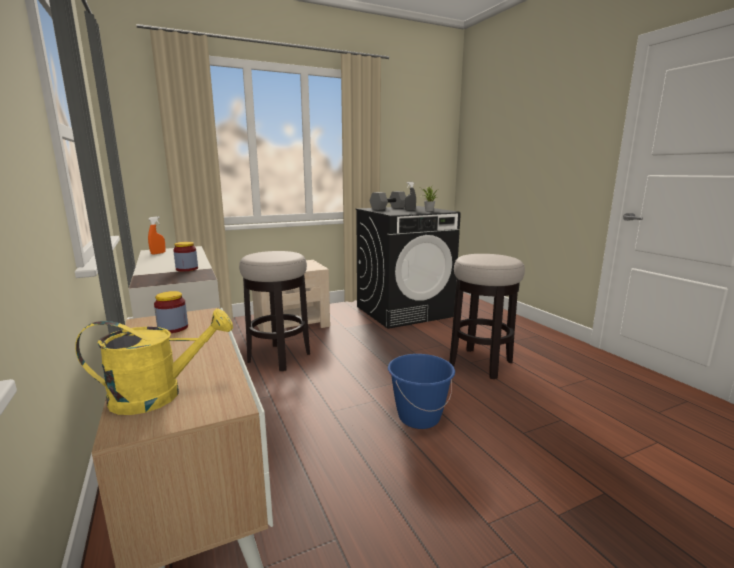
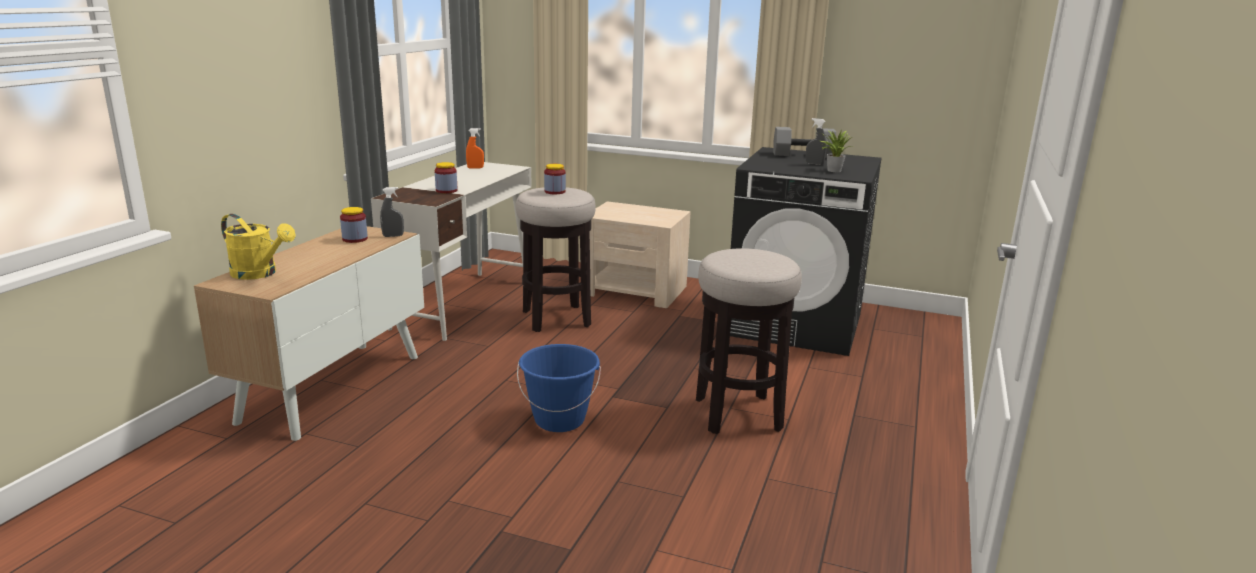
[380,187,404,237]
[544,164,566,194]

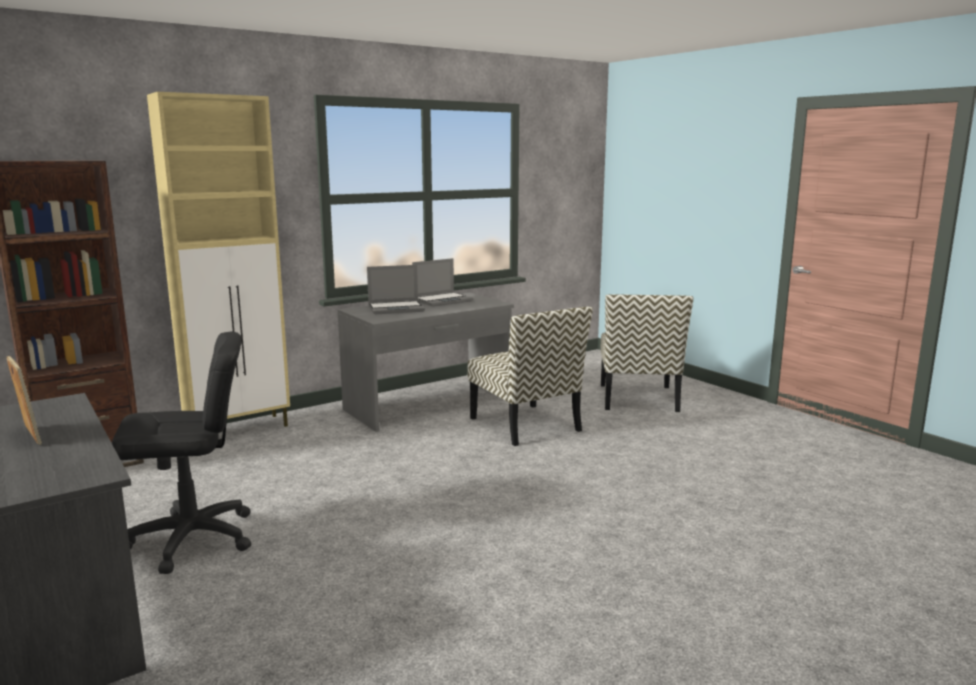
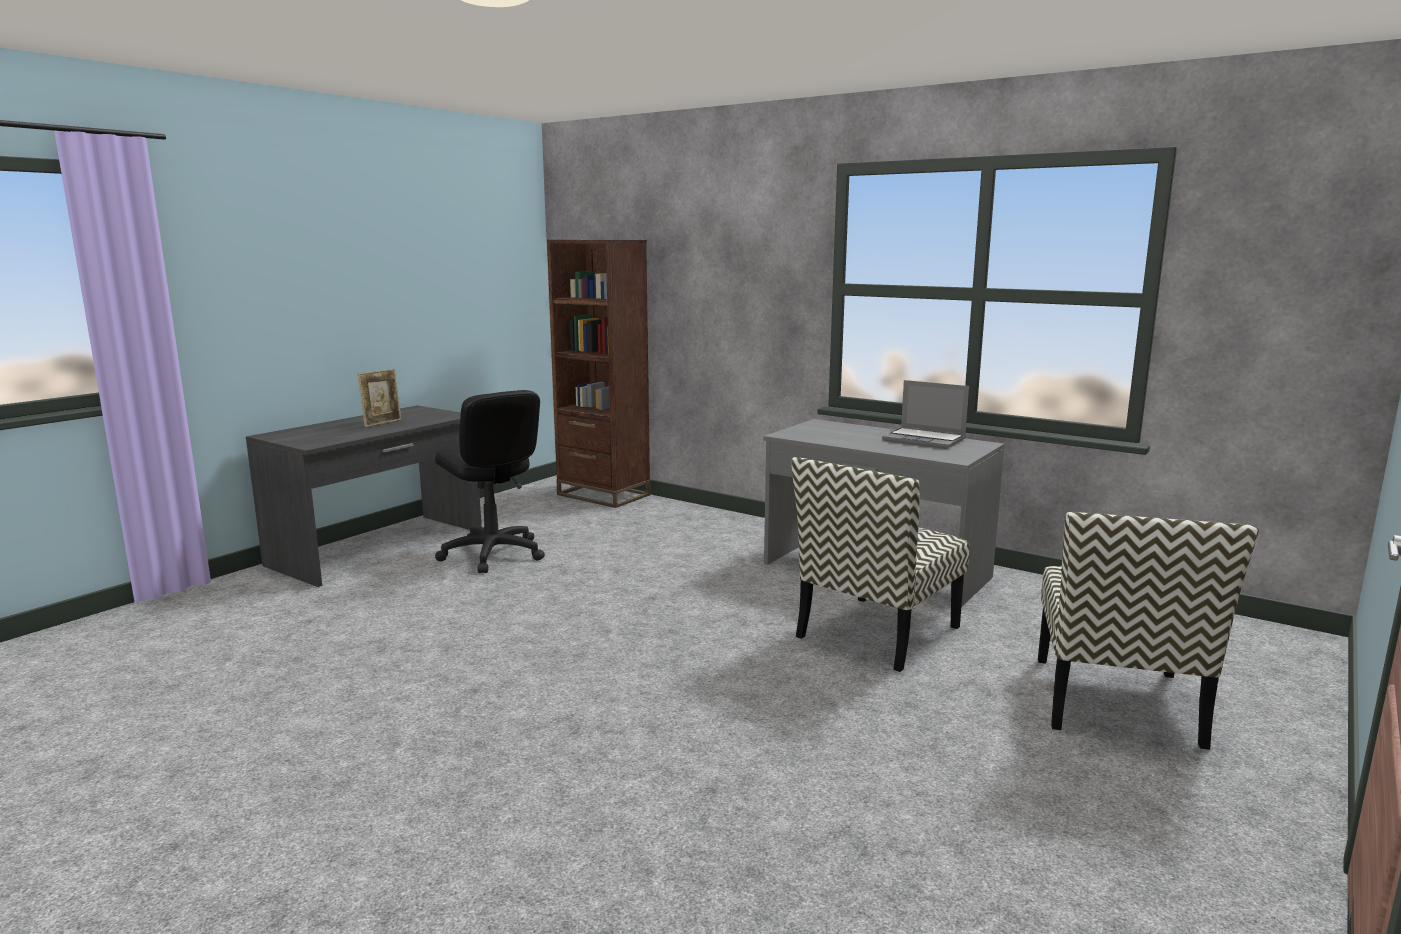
[1038,512,1259,750]
[147,92,290,427] (first image)
[367,265,425,314] (first image)

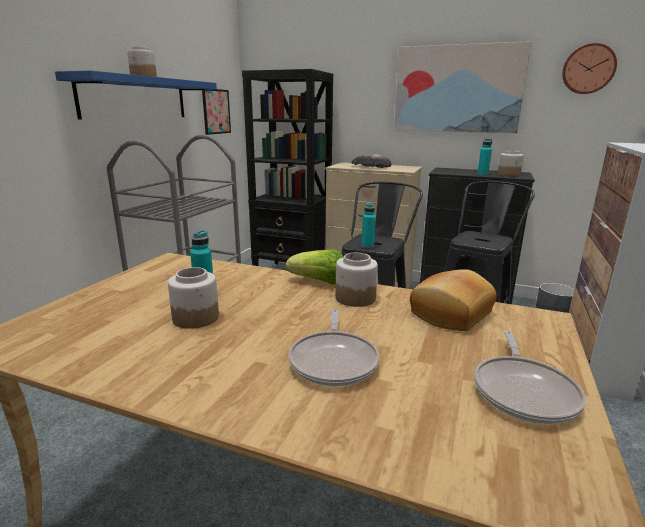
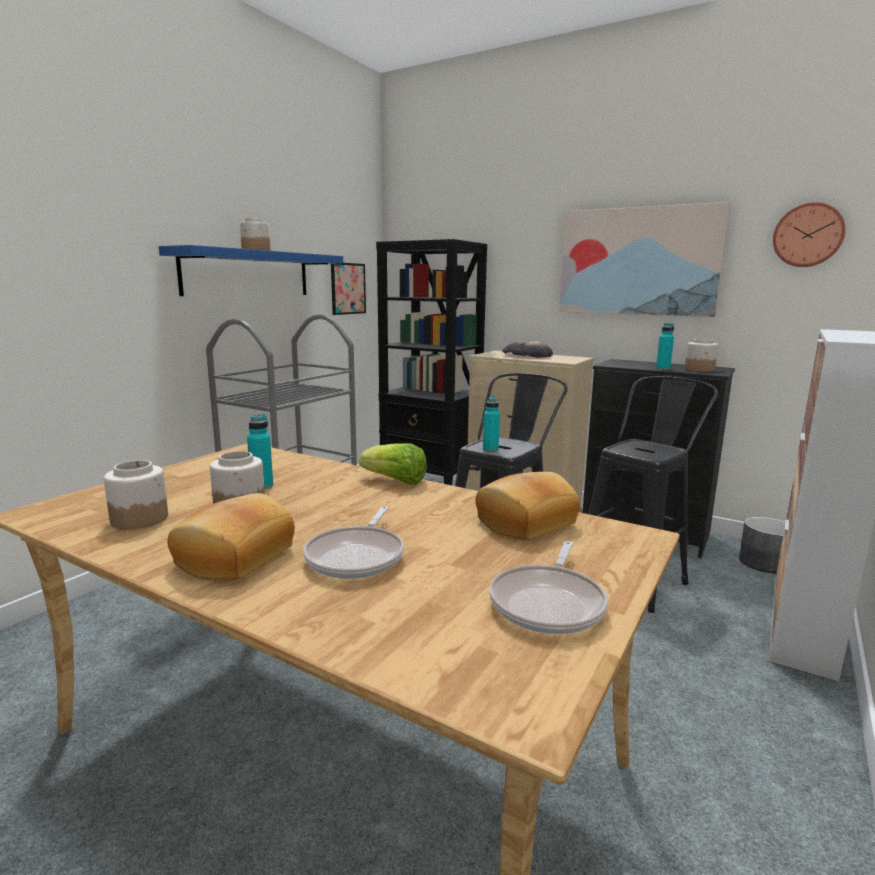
[104,460,168,530]
[167,493,295,581]

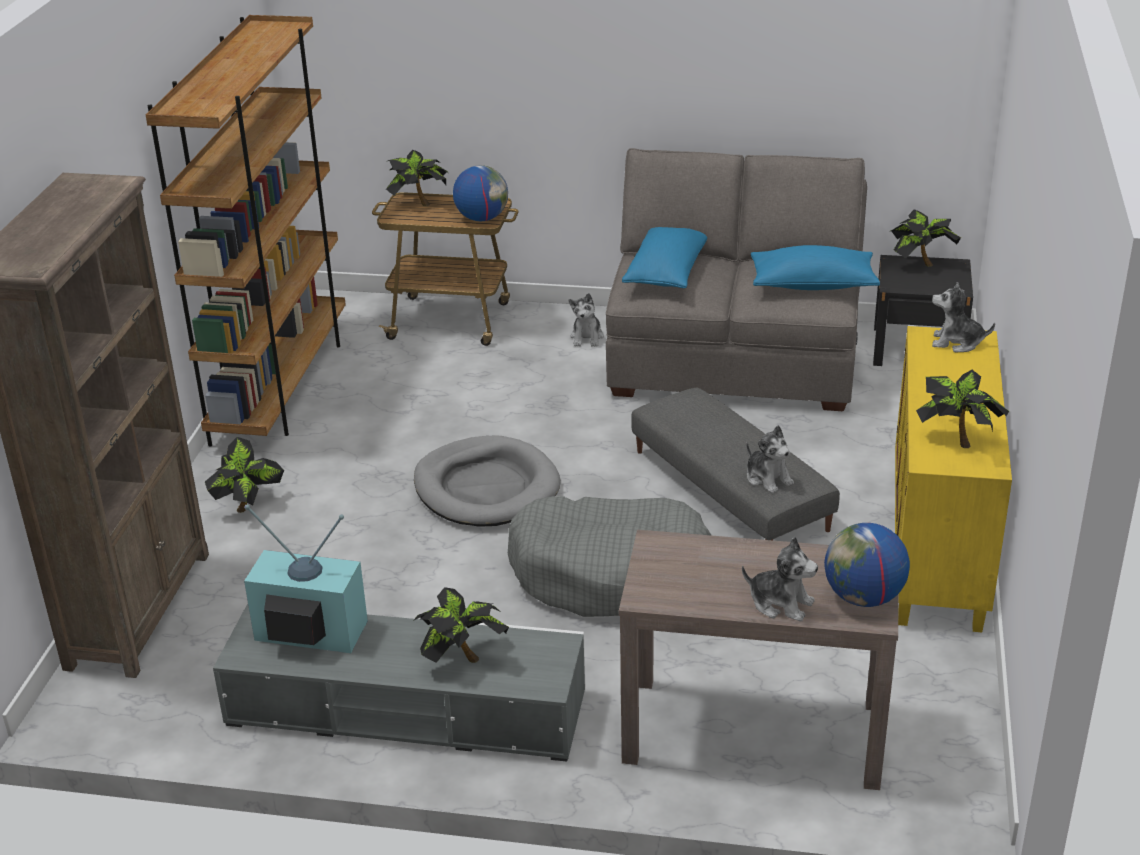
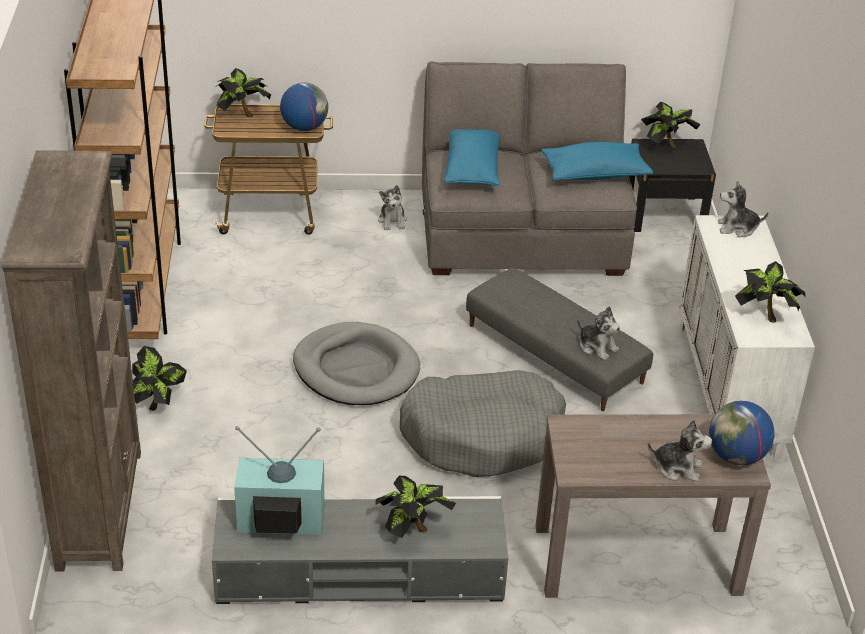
[679,215,815,459]

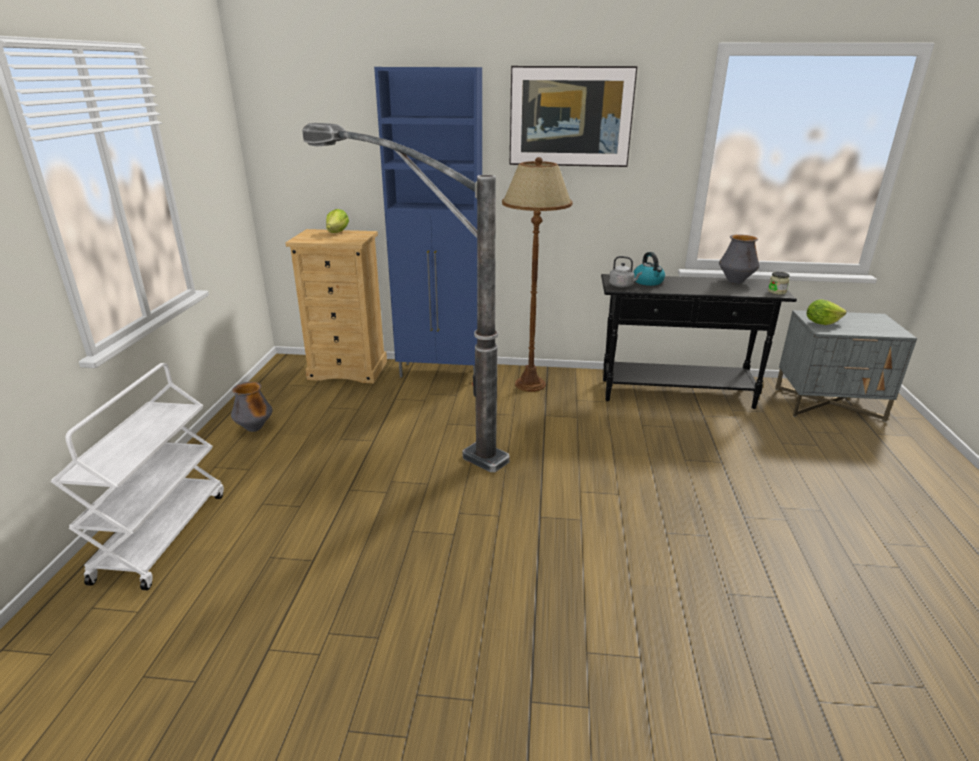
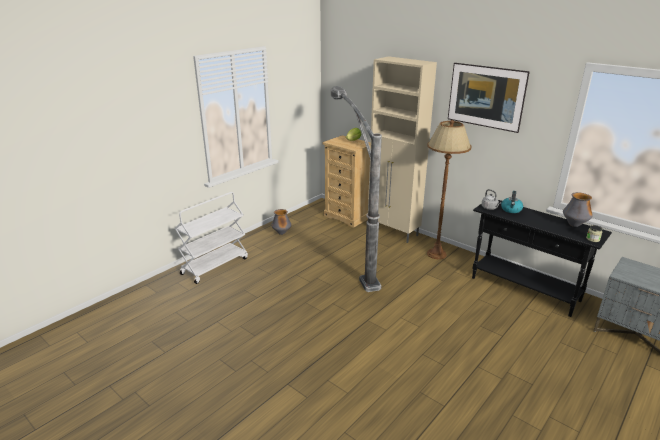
[368,56,437,243]
[807,299,846,325] (first image)

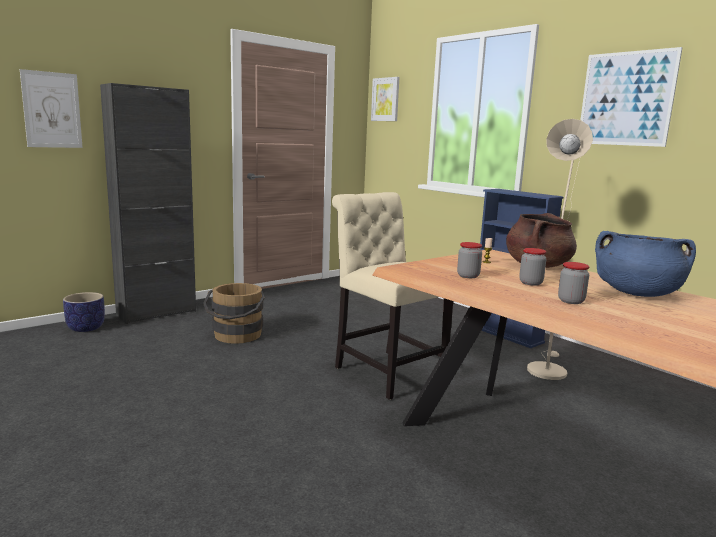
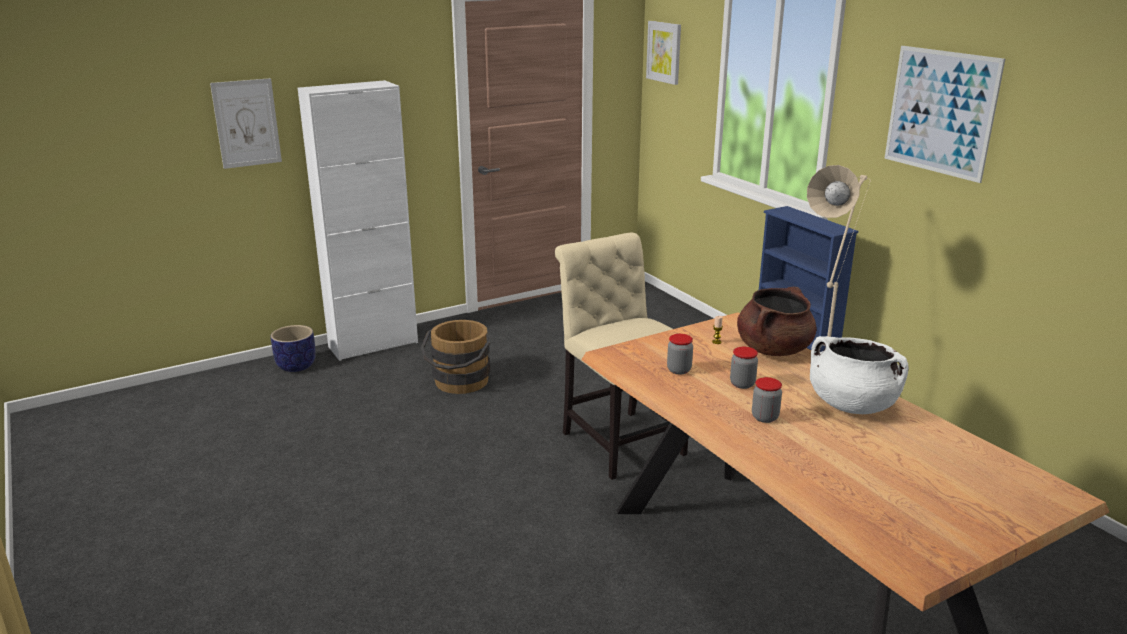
[298,80,418,361]
[810,336,909,414]

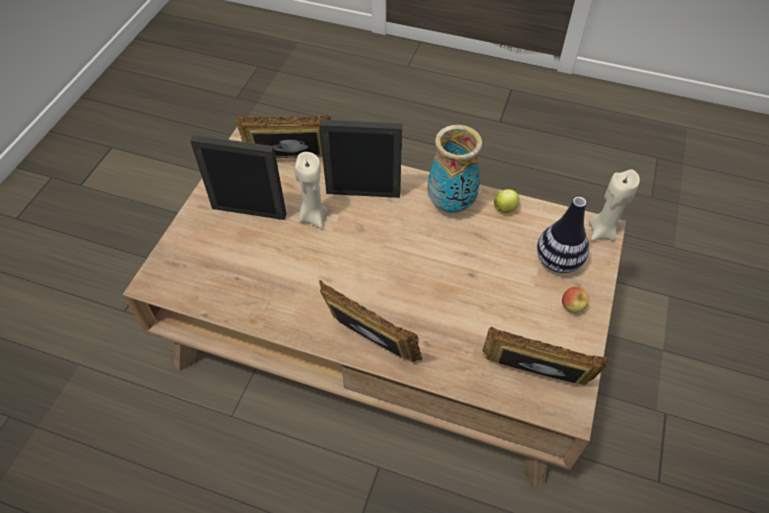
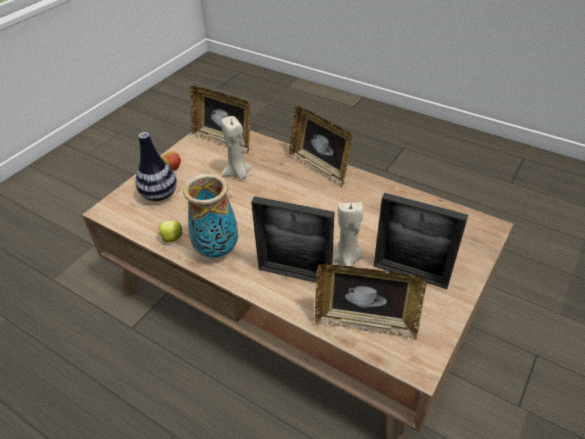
[221,116,252,179]

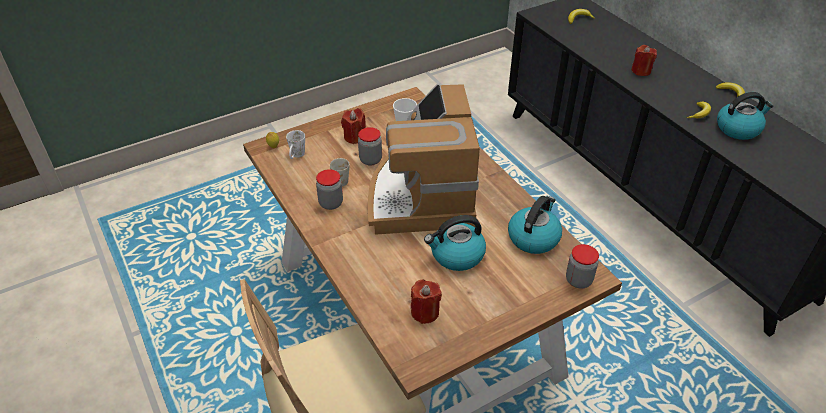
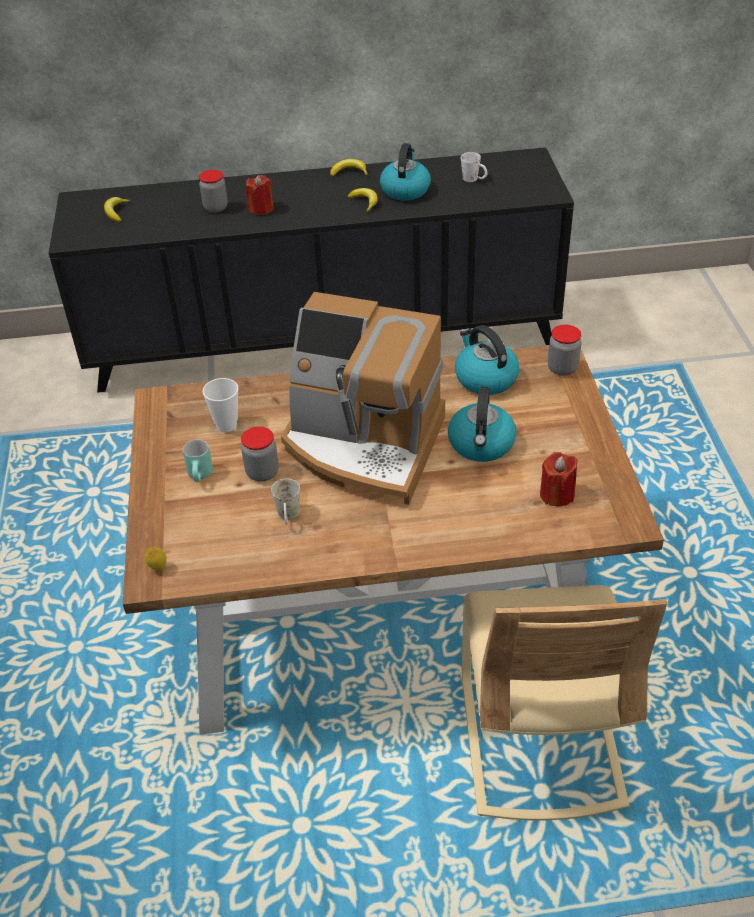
[183,440,213,482]
[199,170,228,213]
[461,152,487,182]

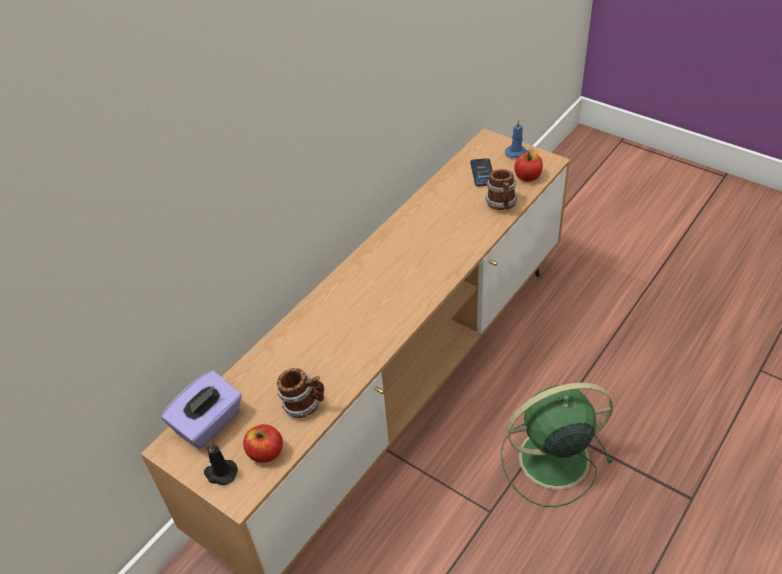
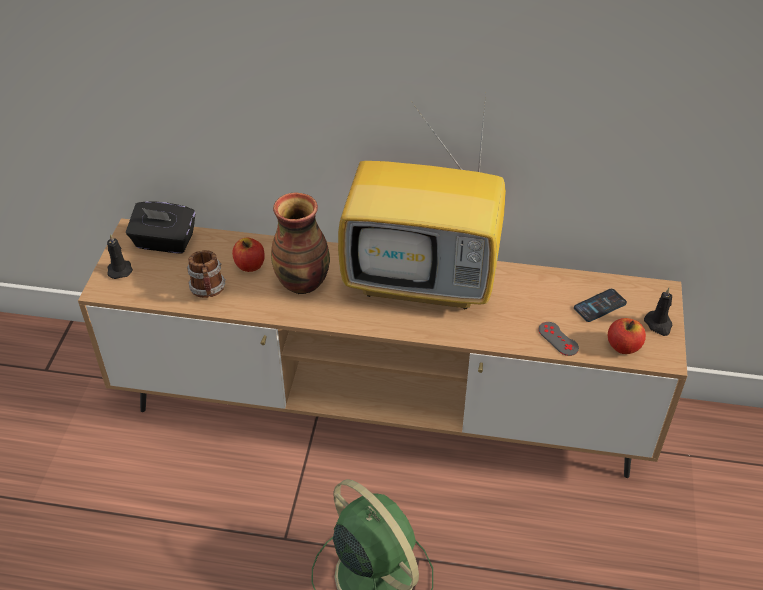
[126,201,196,254]
[232,237,265,272]
[271,192,330,294]
[338,96,506,309]
[538,322,579,356]
[644,288,673,336]

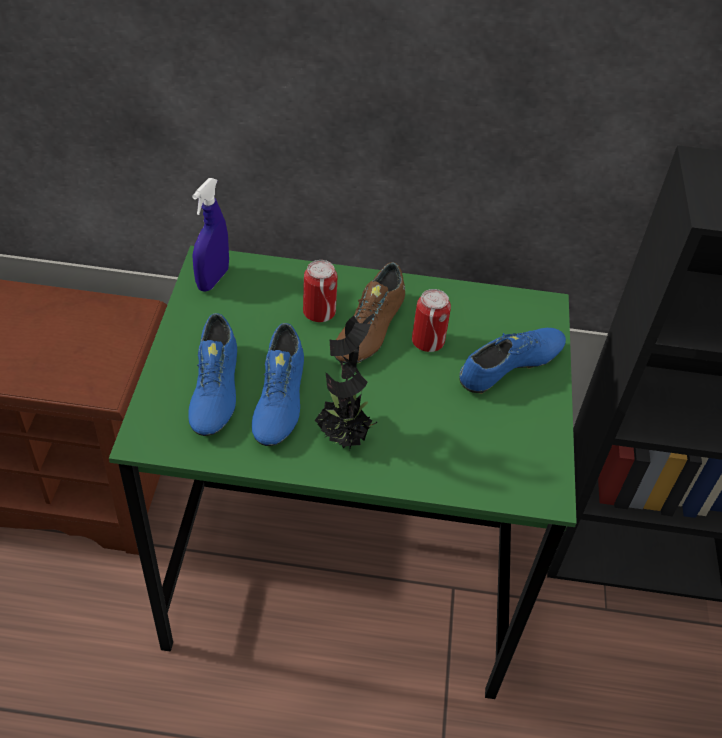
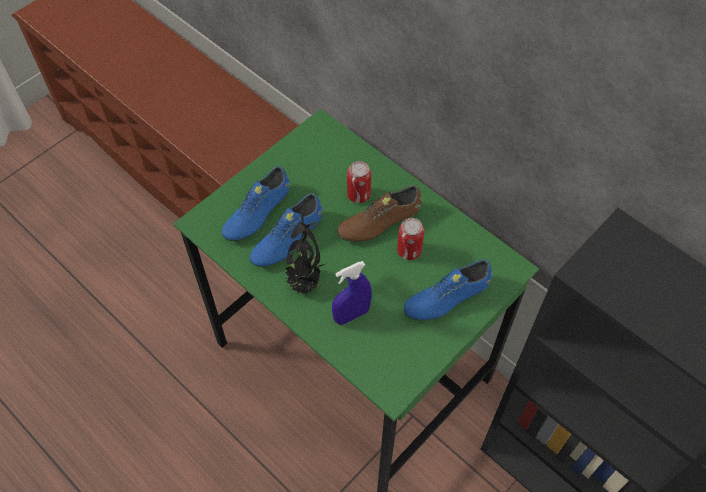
[332,261,372,325]
[404,259,492,320]

